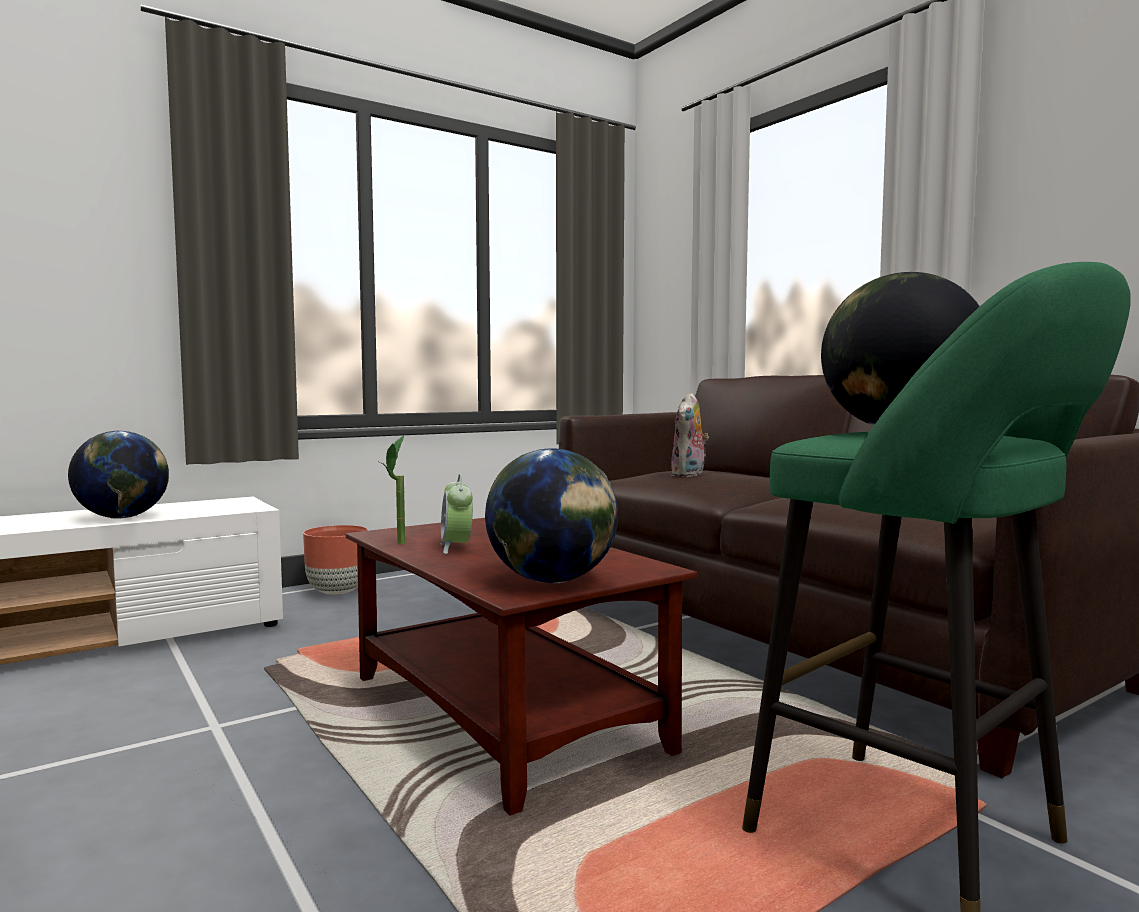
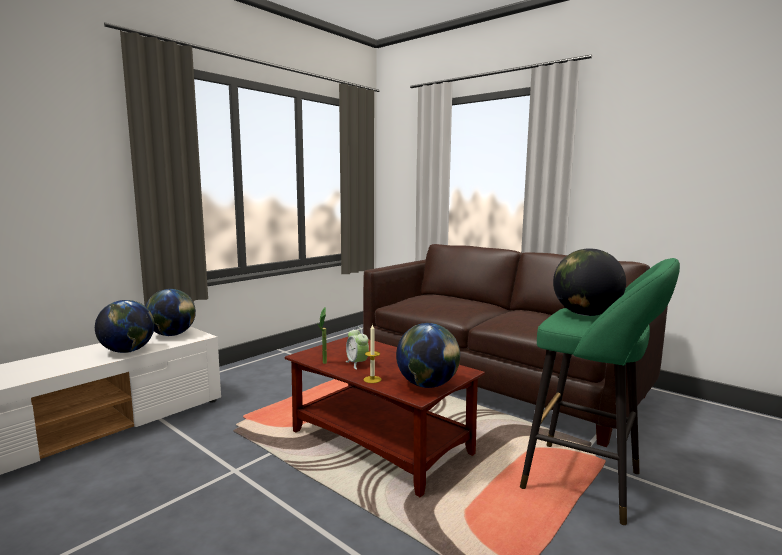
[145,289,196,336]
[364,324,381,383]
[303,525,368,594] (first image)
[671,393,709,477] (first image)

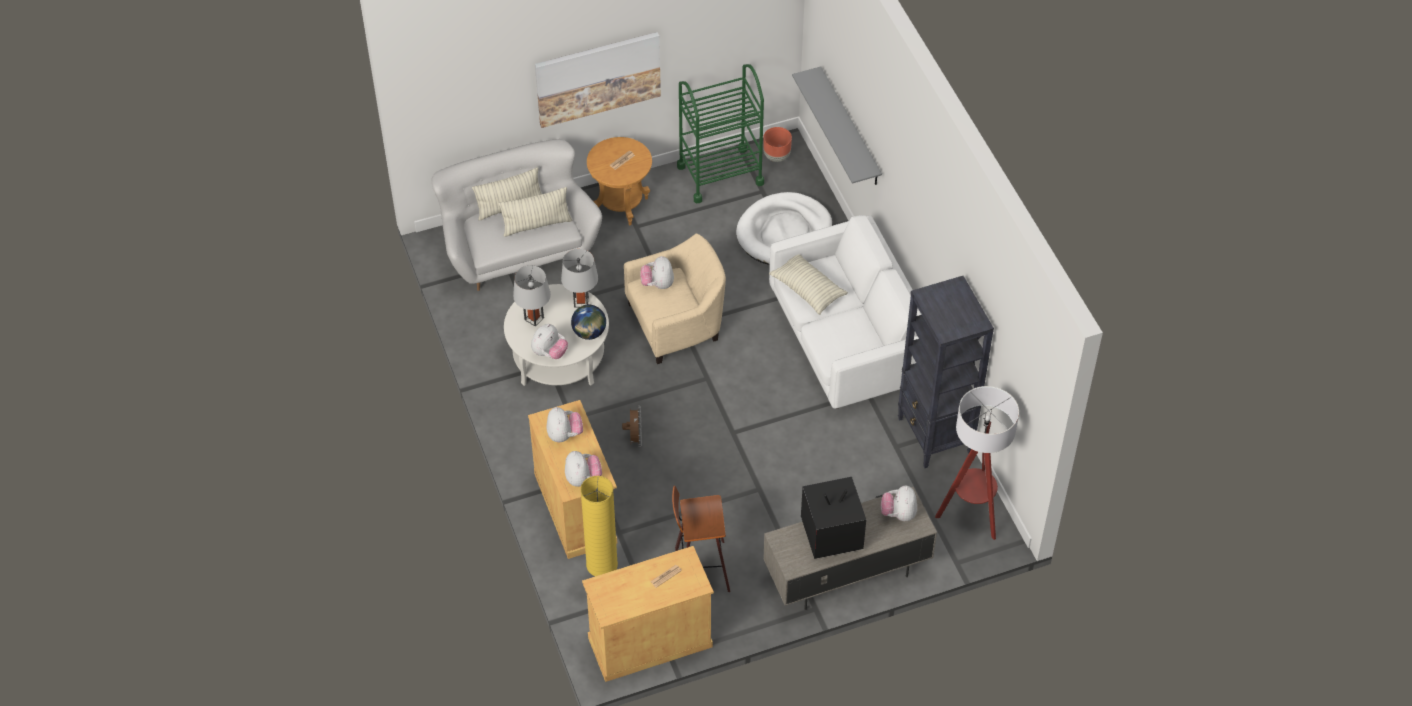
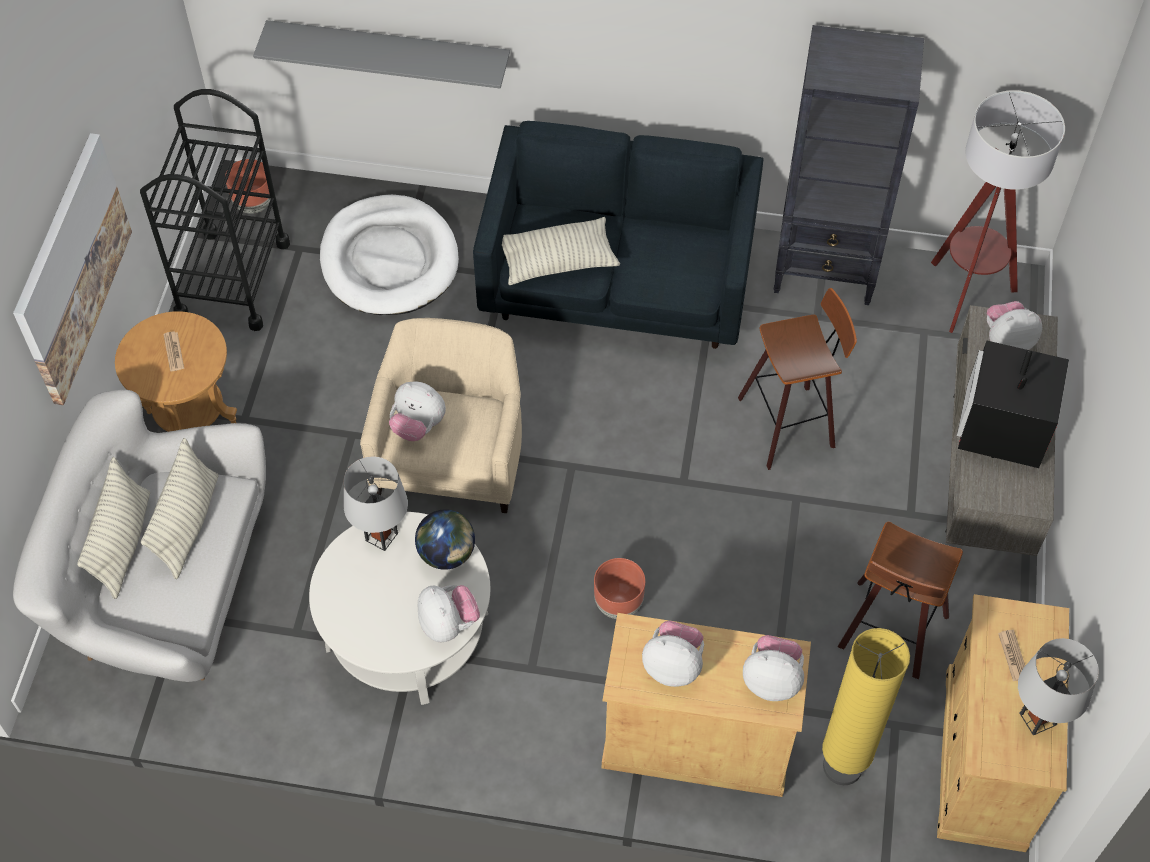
[140,89,290,331]
[473,121,763,349]
[594,558,645,619]
[738,288,857,470]
[987,301,1042,350]
[1018,638,1098,735]

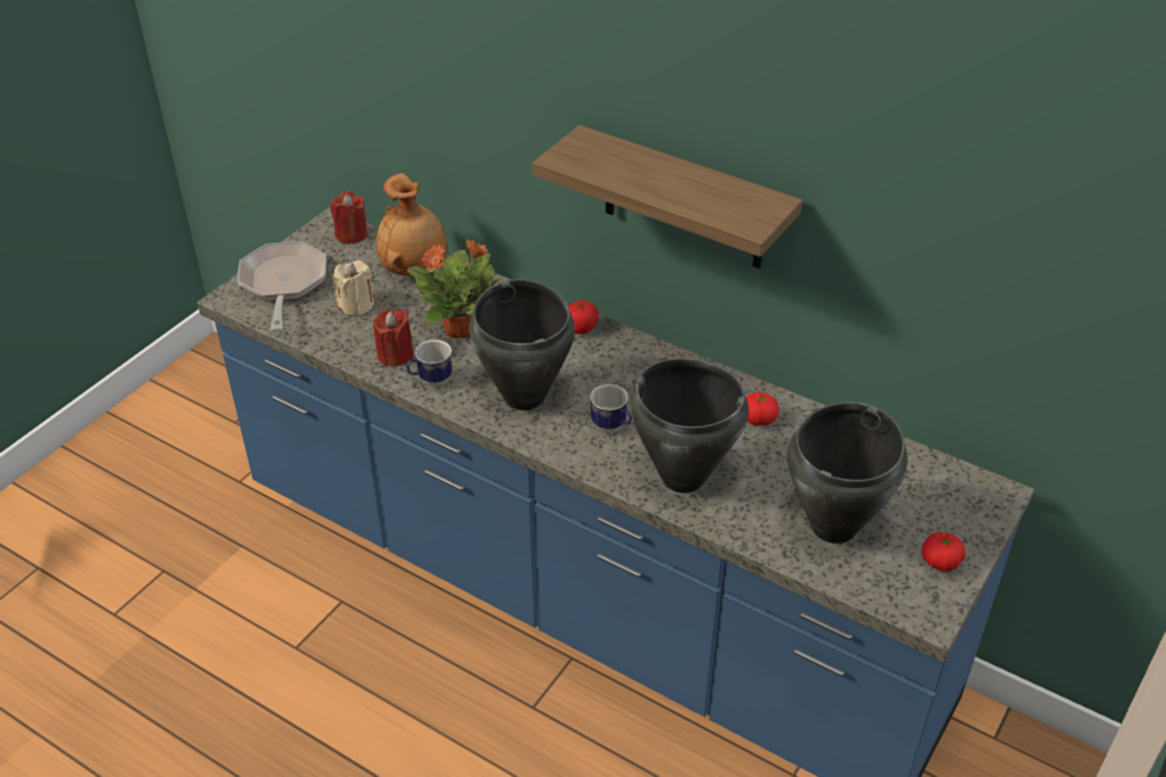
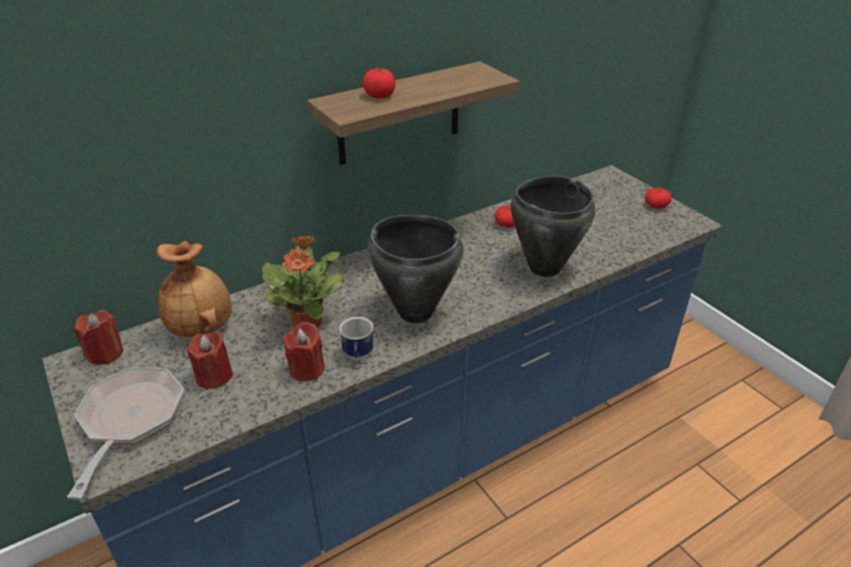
[67,367,184,499]
[187,331,233,390]
[363,68,396,98]
[590,384,632,432] (first image)
[787,402,907,544] (first image)

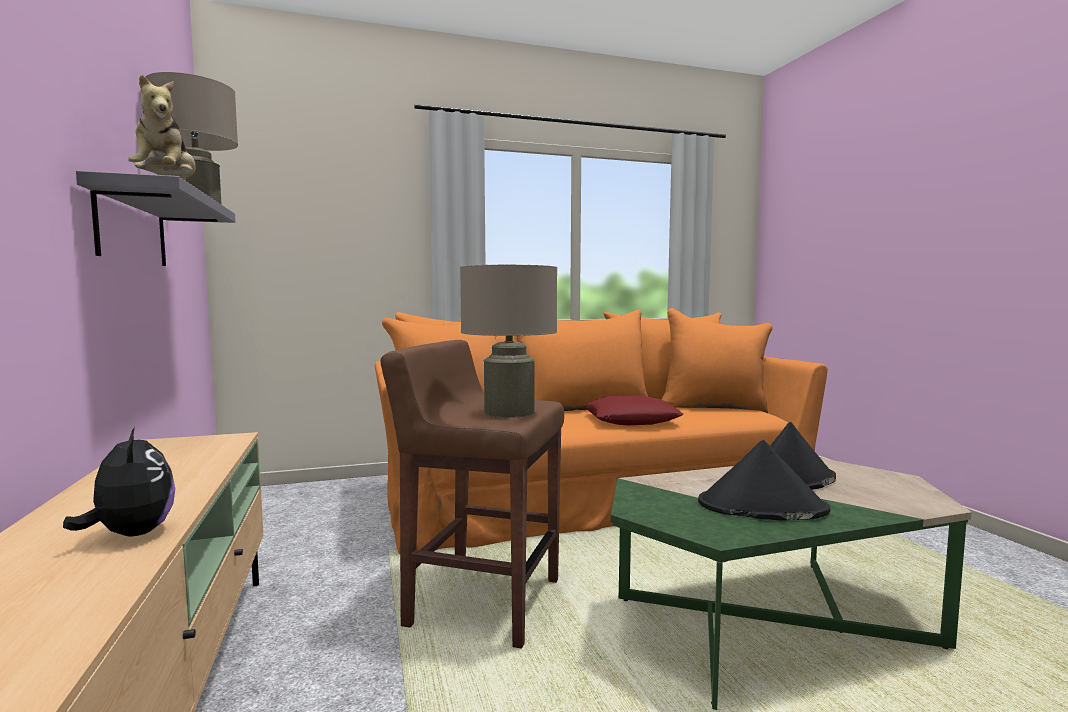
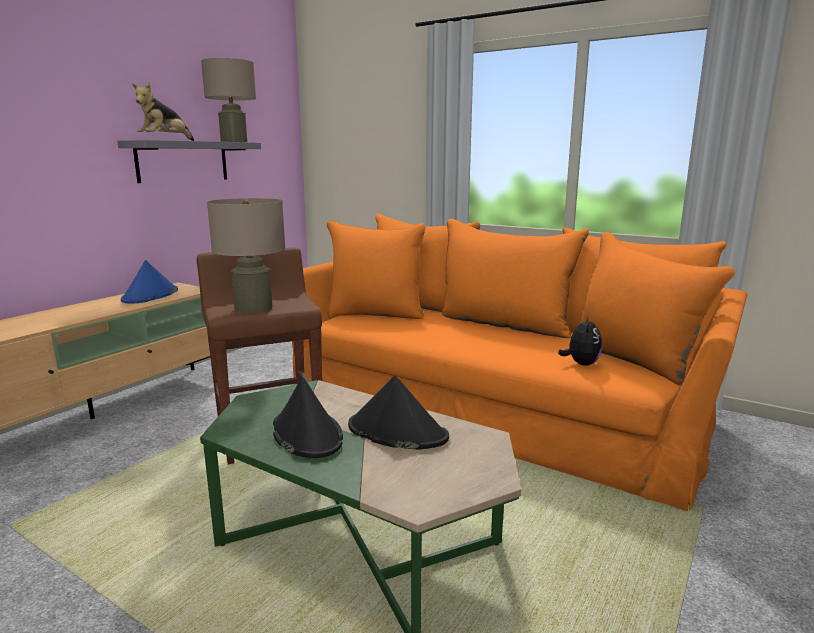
[121,260,178,304]
[558,316,602,366]
[583,395,683,425] (first image)

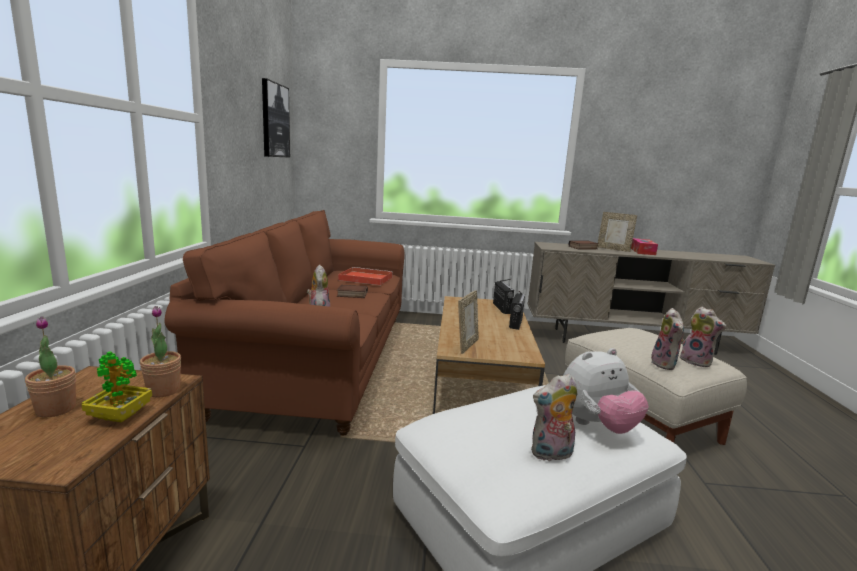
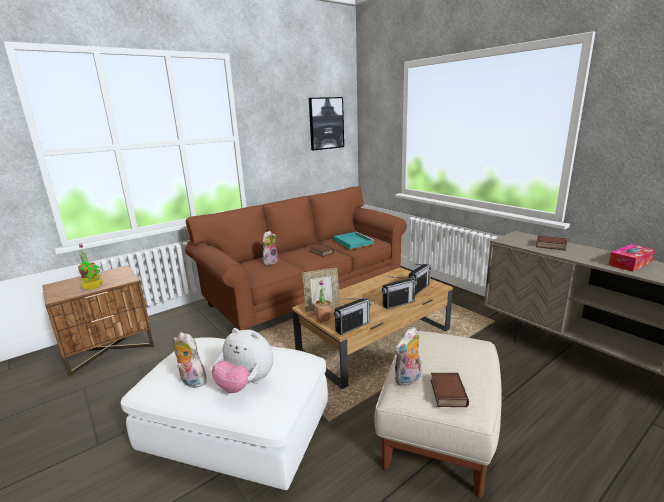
[314,280,331,322]
[334,232,375,249]
[334,298,371,335]
[431,373,469,407]
[597,212,637,252] (first image)

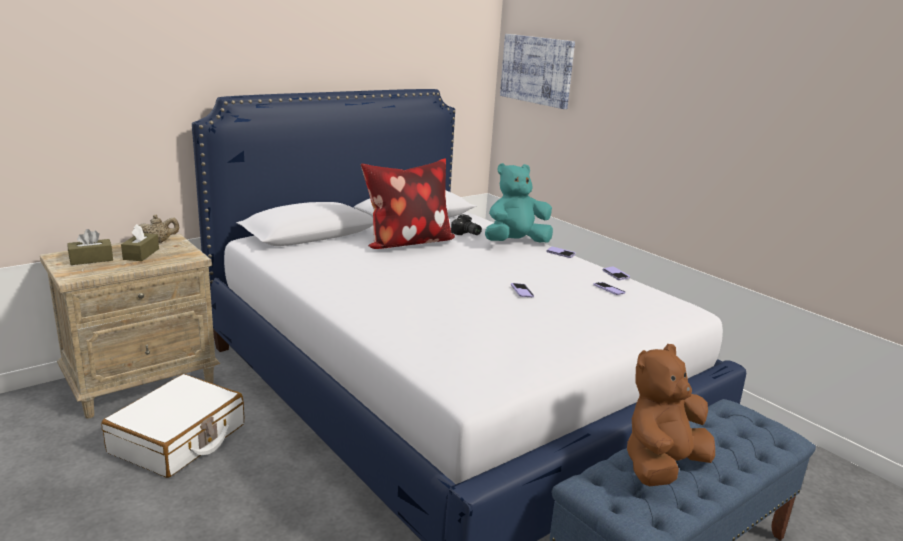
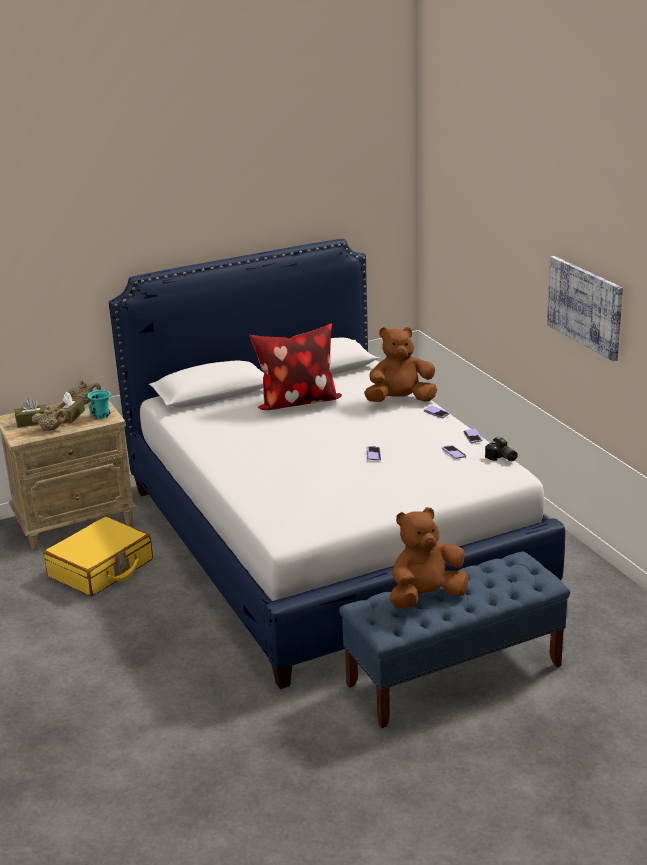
[32,406,68,431]
[43,516,153,596]
[88,390,111,419]
[364,327,437,402]
[485,437,518,461]
[547,256,623,362]

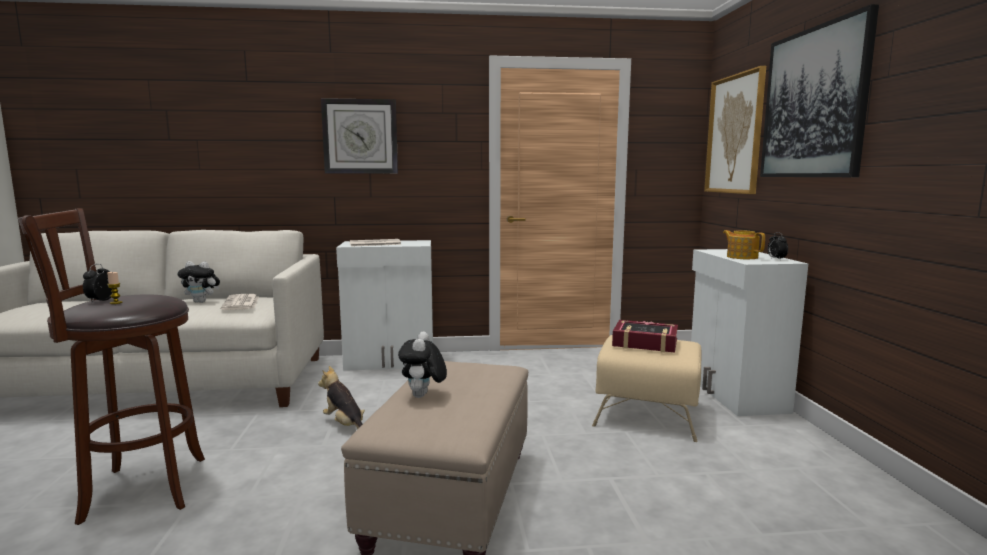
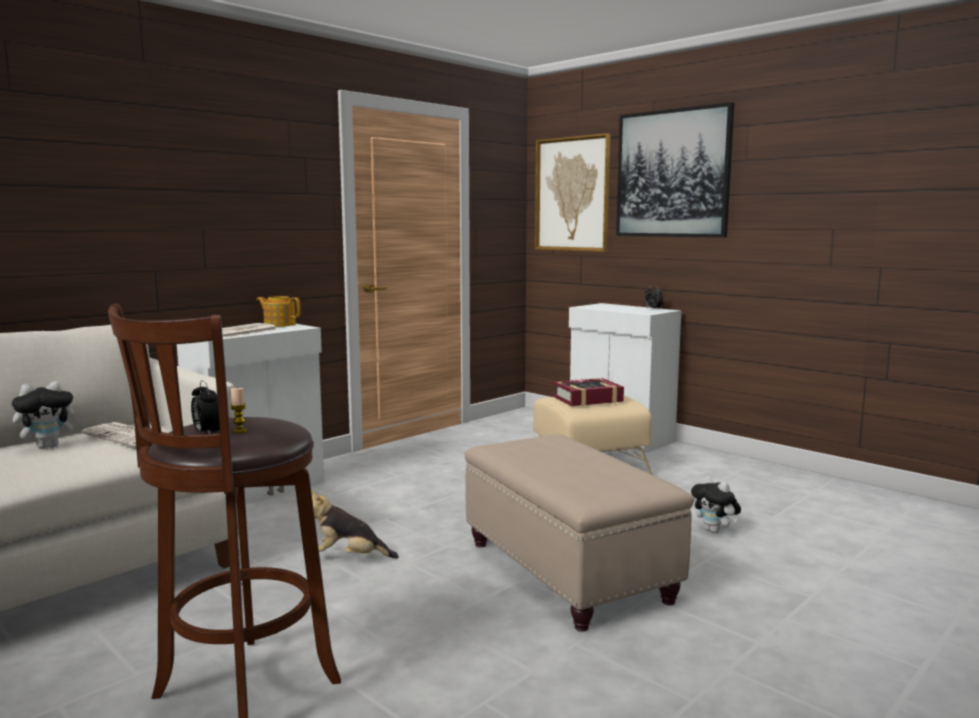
[257,296,300,327]
[691,476,741,533]
[321,98,398,174] (first image)

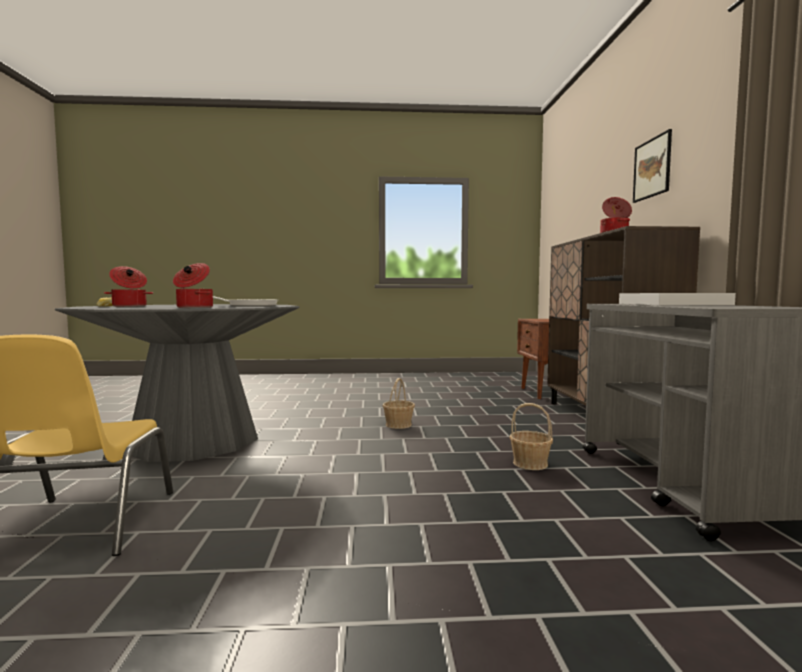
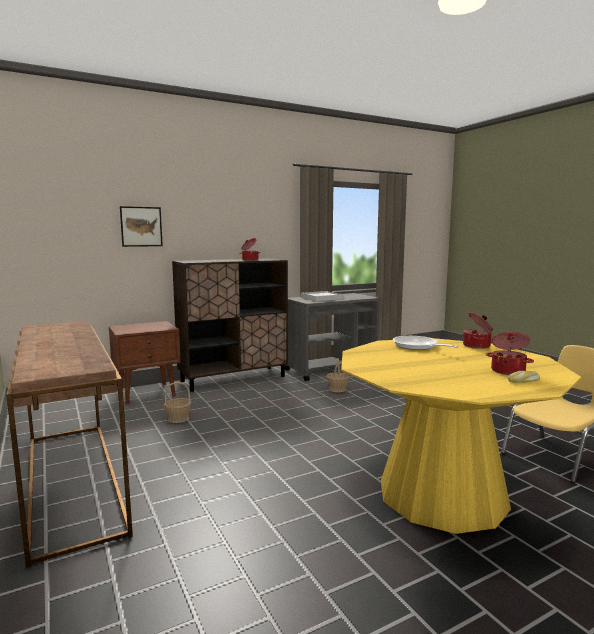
[6,321,133,568]
[120,206,163,247]
[164,382,191,423]
[341,338,581,534]

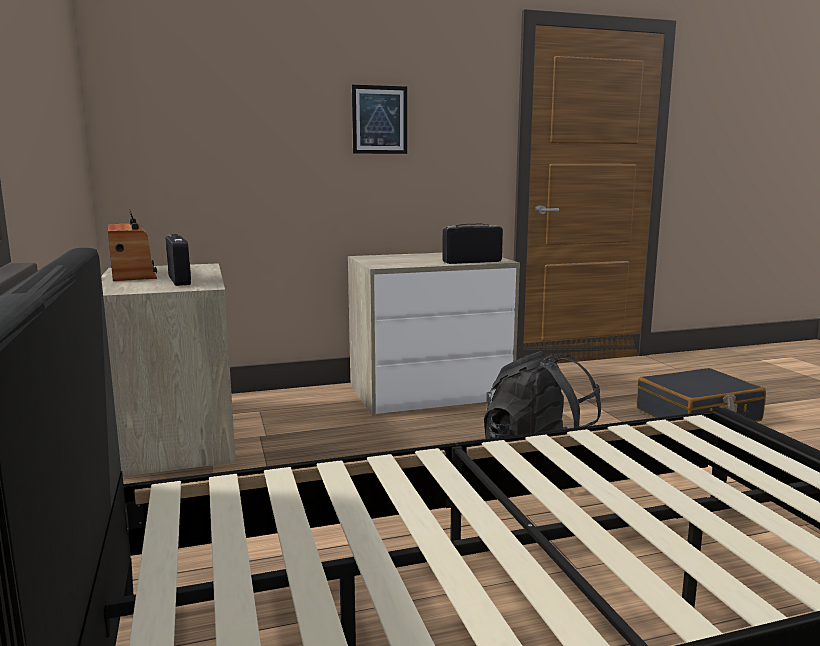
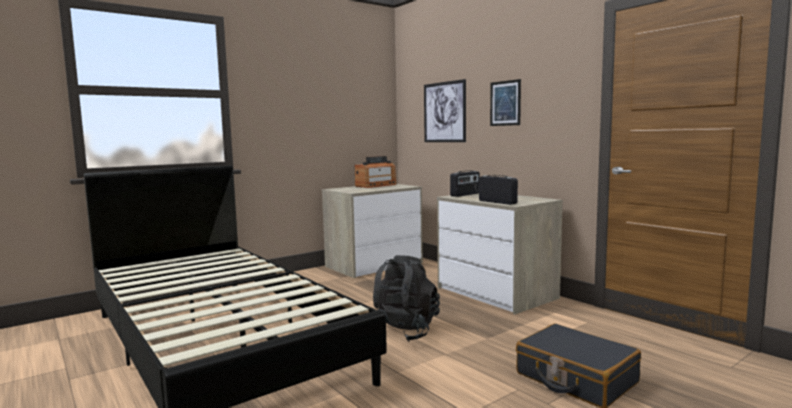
[424,79,466,142]
[450,170,480,197]

